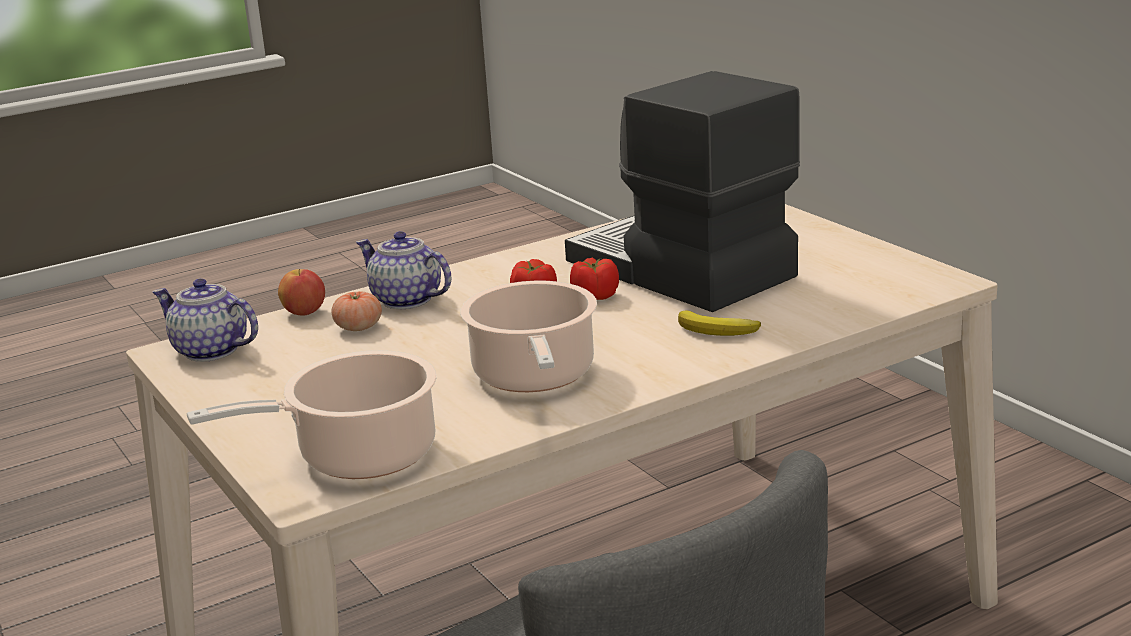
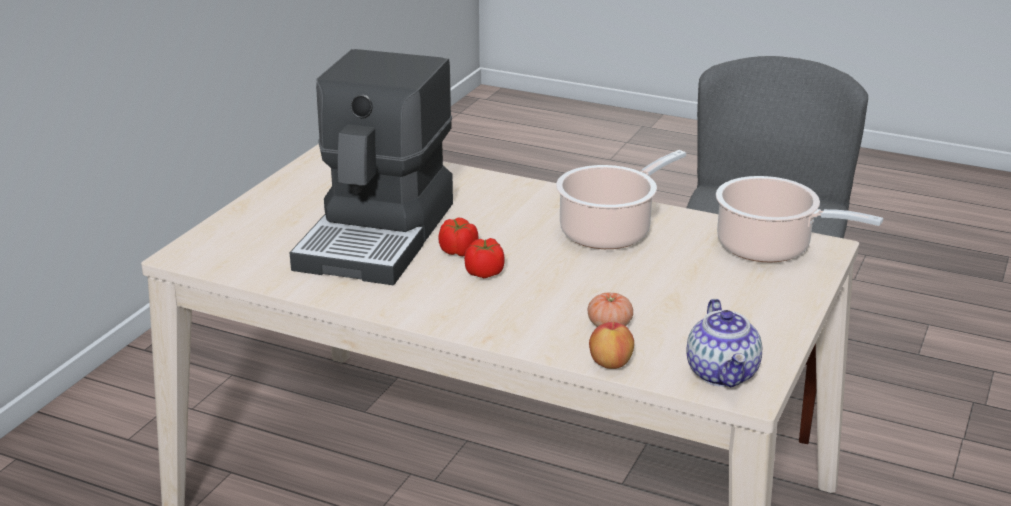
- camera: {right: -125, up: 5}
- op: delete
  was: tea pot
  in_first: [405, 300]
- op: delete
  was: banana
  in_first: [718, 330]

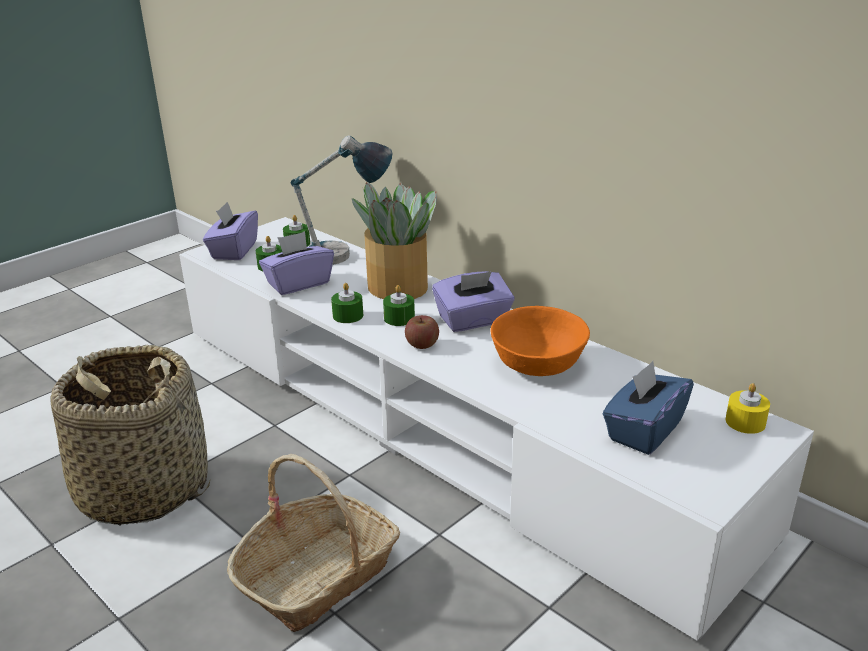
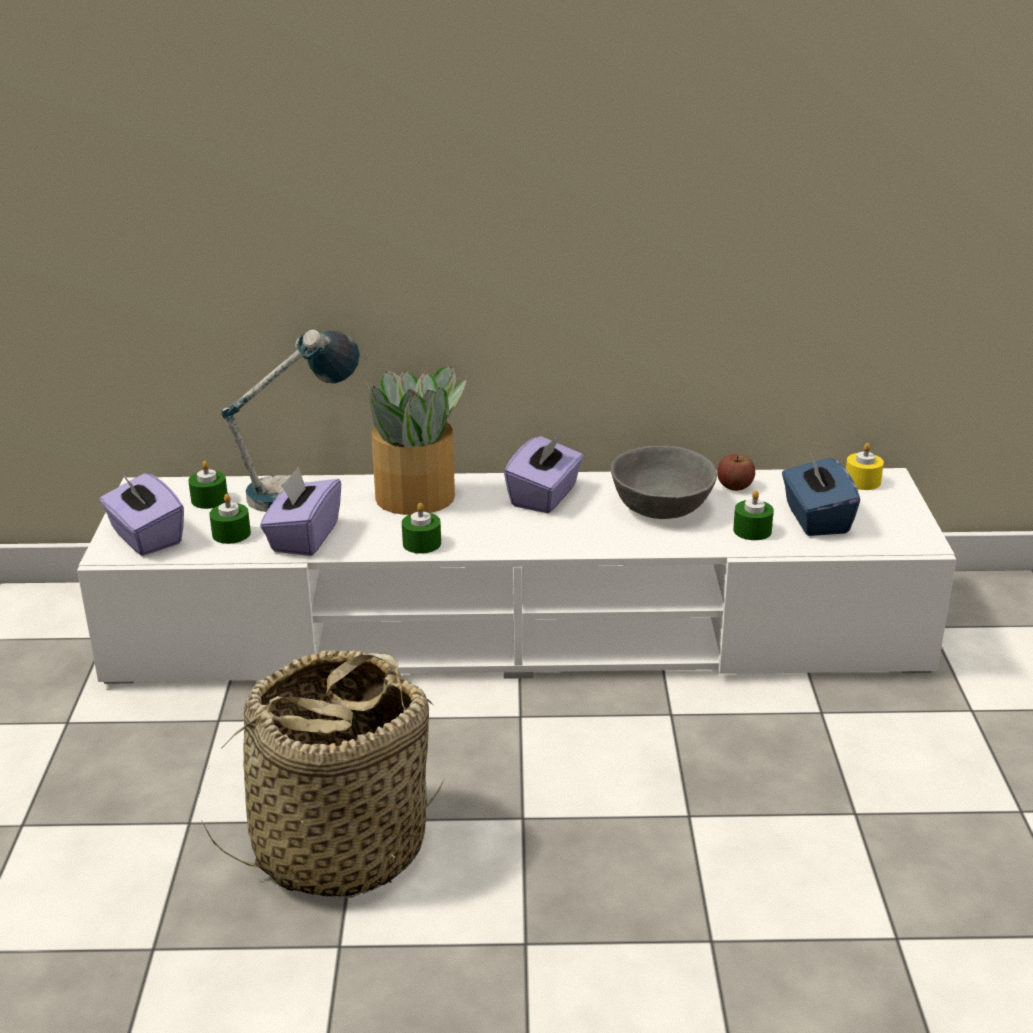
- camera: {right: -45, up: 0}
- op: delete
  was: household basket
  in_first: [318, 575]
- op: move
  was: green candle
  in_first: [399, 318]
  in_second: [752, 530]
- op: move
  was: whole apple
  in_first: [422, 344]
  in_second: [735, 486]
- op: recolor
  was: orangey bowl
  now: greyish bowl
  in_first: [538, 364]
  in_second: [662, 507]

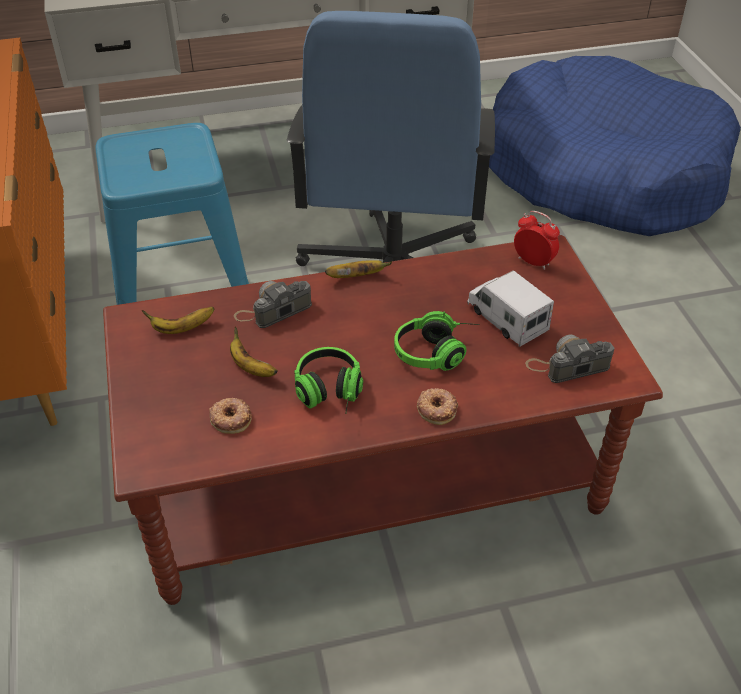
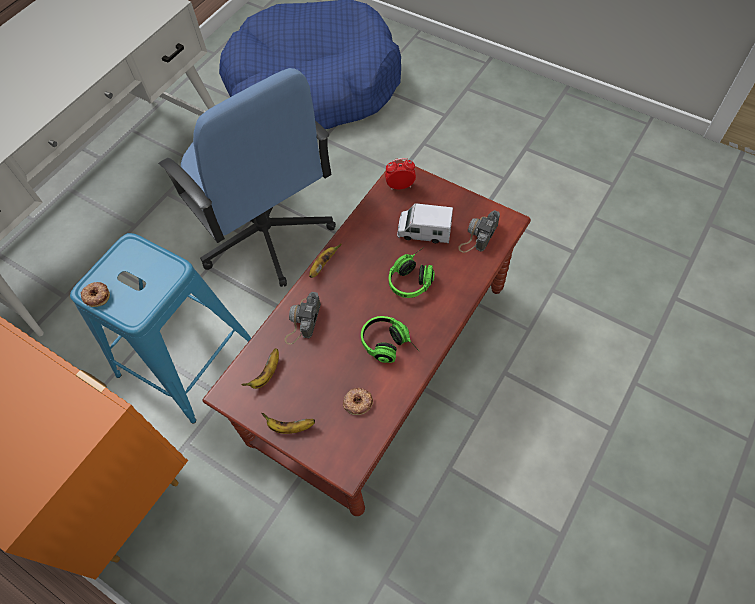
- camera: {right: -40, up: 15}
- op: move
  was: banana
  in_first: [251, 367]
  in_second: [290, 427]
- op: move
  was: ring doughnut
  in_first: [437, 409]
  in_second: [96, 295]

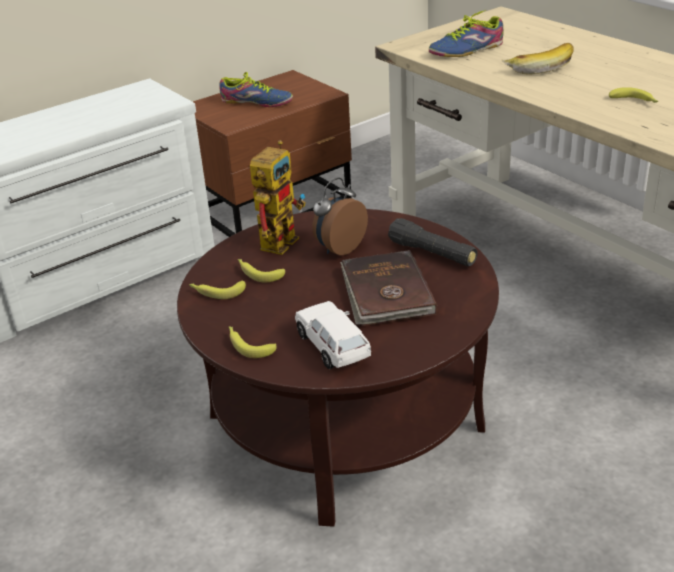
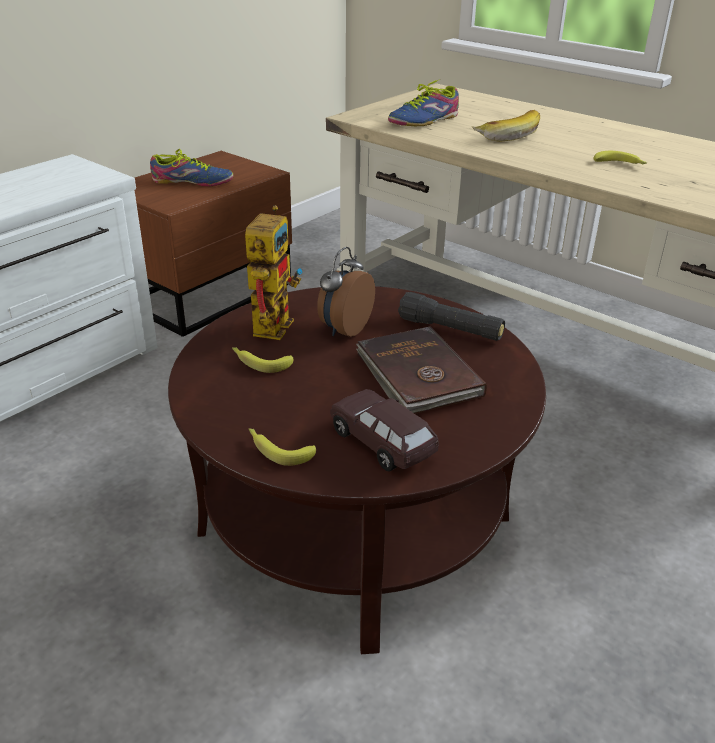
- camera: {right: -15, up: 0}
- op: delete
  was: banana
  in_first: [217, 292]
- op: recolor
  was: white model car
  now: brownish model car
  in_first: [333, 347]
  in_second: [382, 443]

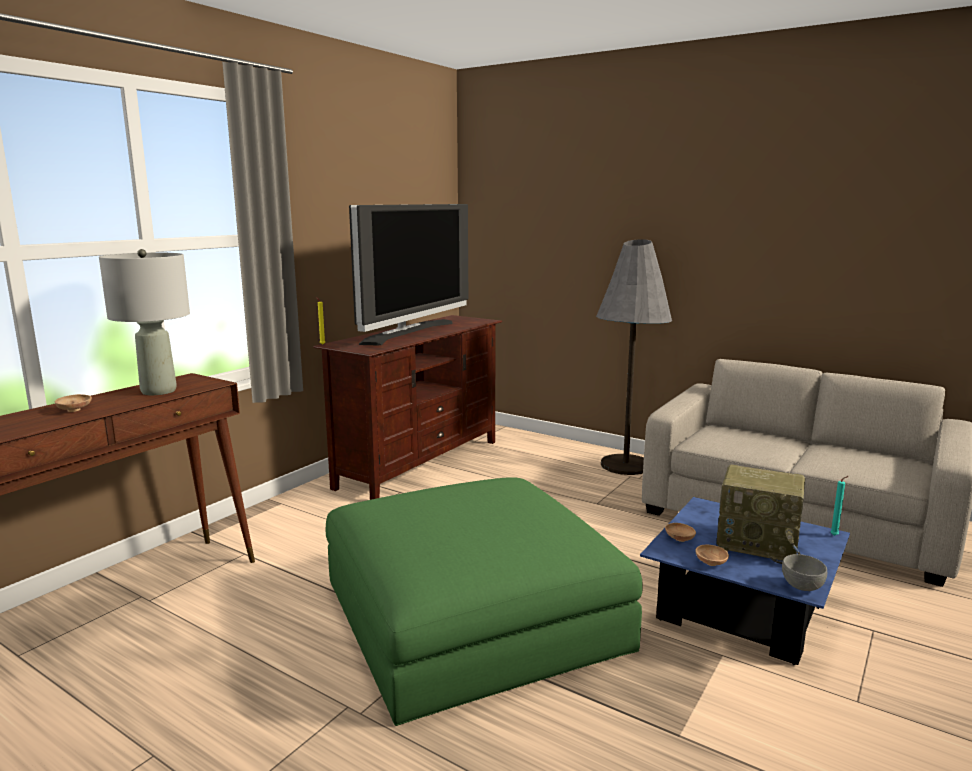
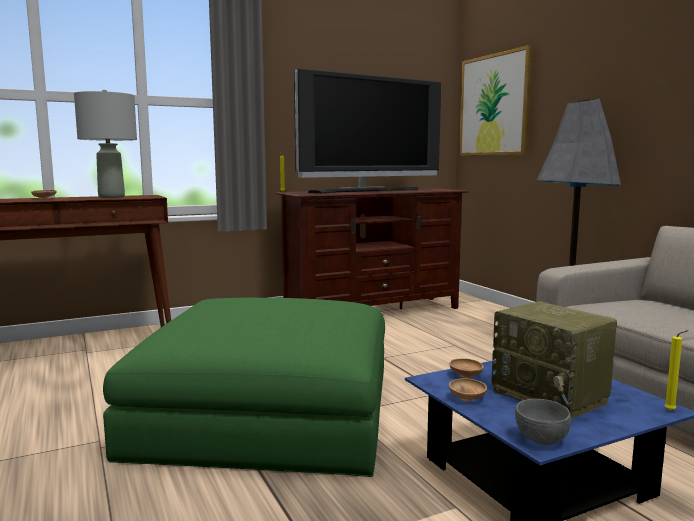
- camera: {right: 30, up: -5}
- op: insert
  now: wall art
  in_second: [494, 105]
- op: recolor
  was: blue-green candle
  now: yellow candle
  in_first: [835, 535]
  in_second: [671, 411]

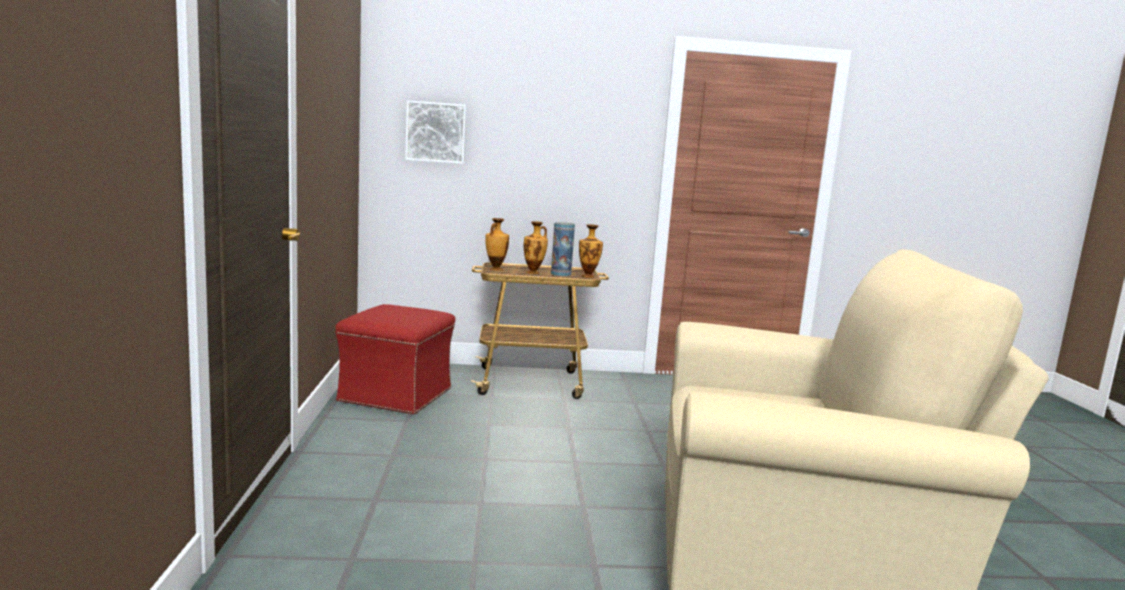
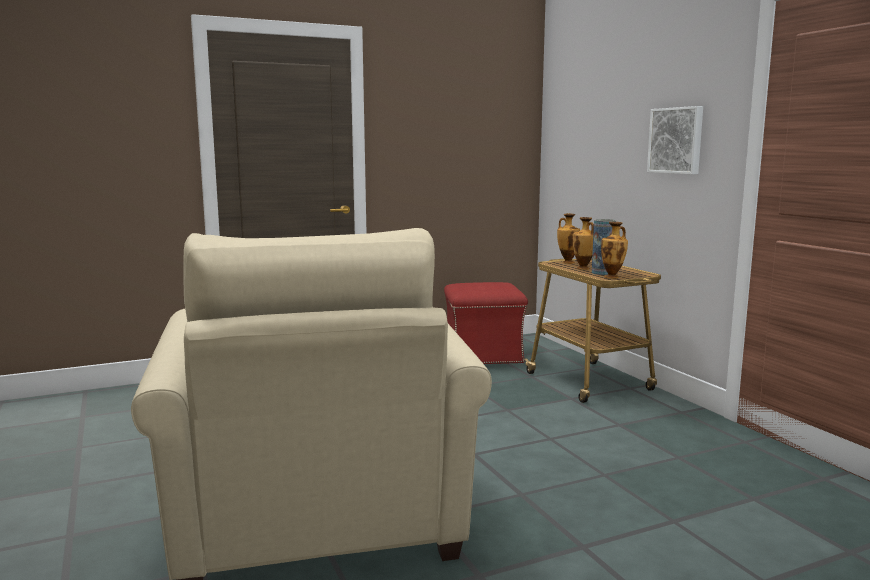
- camera: {right: 70, up: 0}
- op: move
  was: wall art
  in_first: [436, 132]
  in_second: [676, 140]

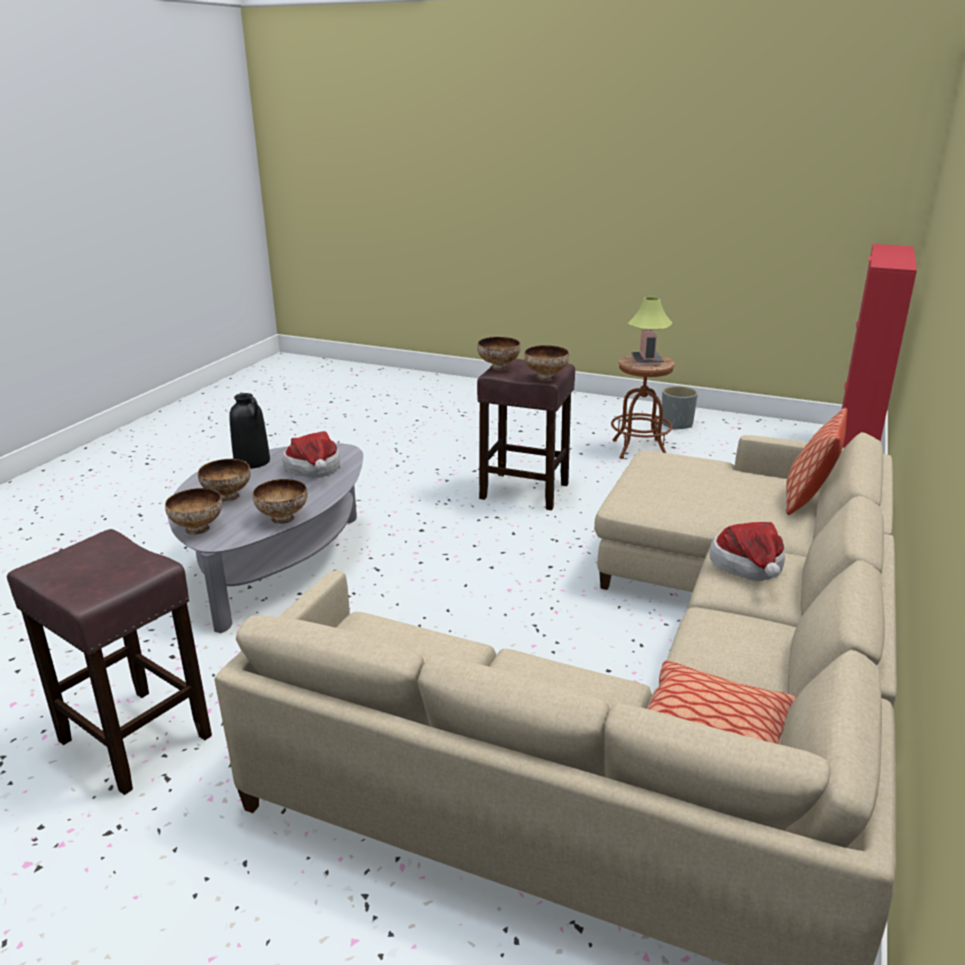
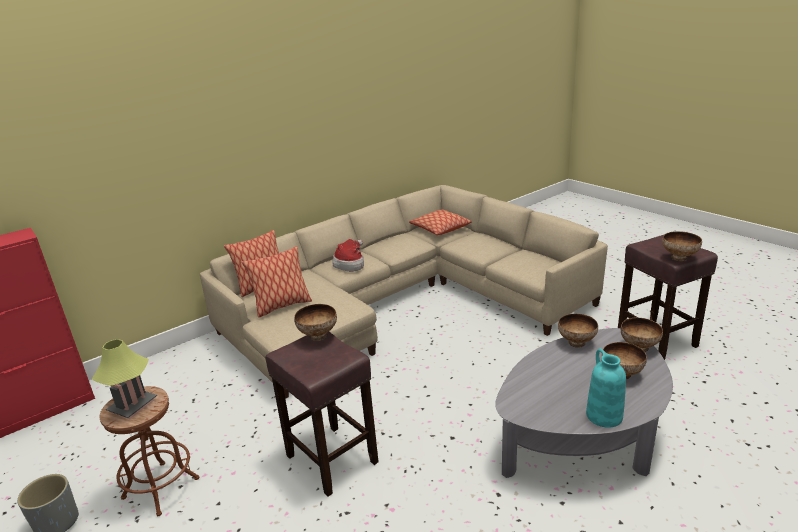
- camera: {right: -150, up: 0}
- op: delete
  was: wearable hat
  in_first: [314, 470]
- op: insert
  now: pillow
  in_second: [282, 306]
- op: move
  was: bowl
  in_first: [498, 368]
  in_second: [679, 258]
- op: recolor
  was: black flower vase
  now: blue-green flower vase
  in_first: [253, 461]
  in_second: [603, 415]

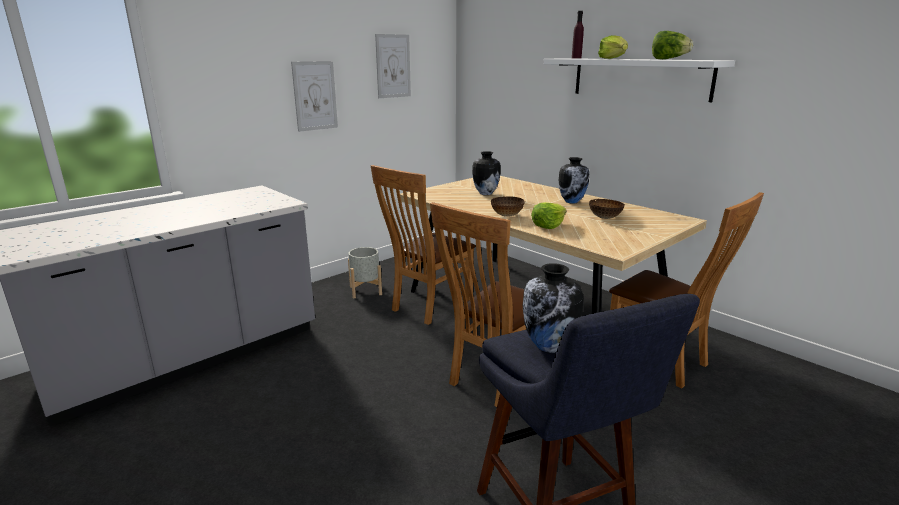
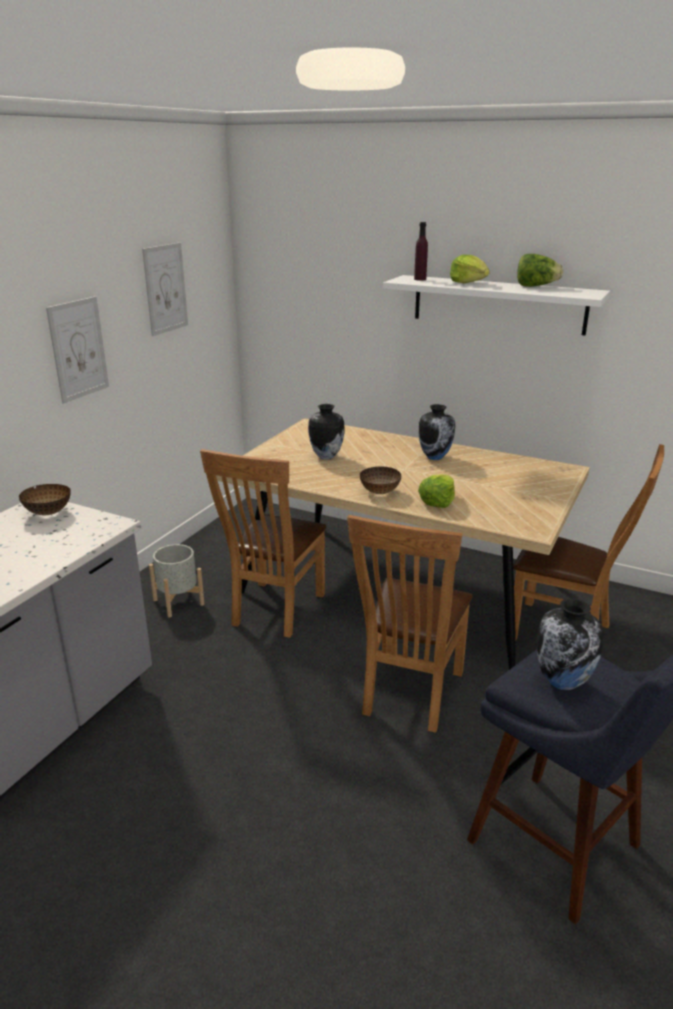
- camera: {right: -20, up: 5}
- op: move
  was: bowl
  in_first: [605, 218]
  in_second: [49, 513]

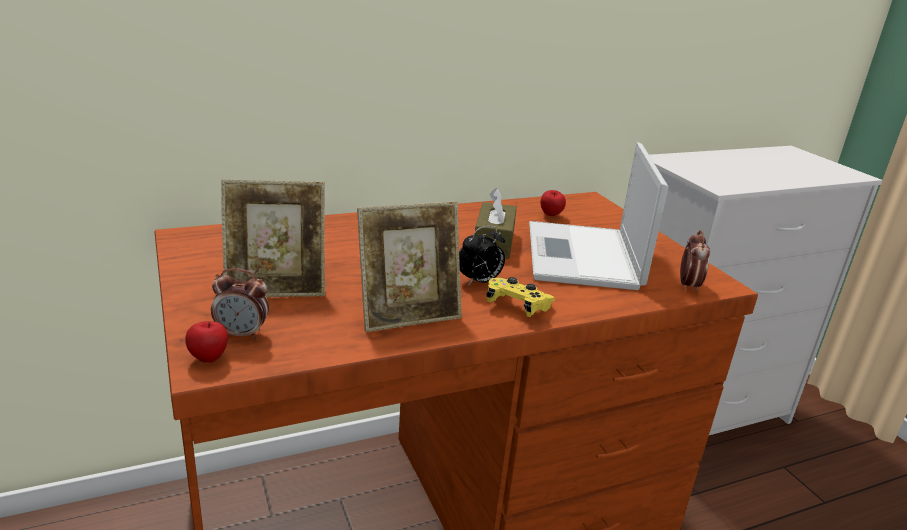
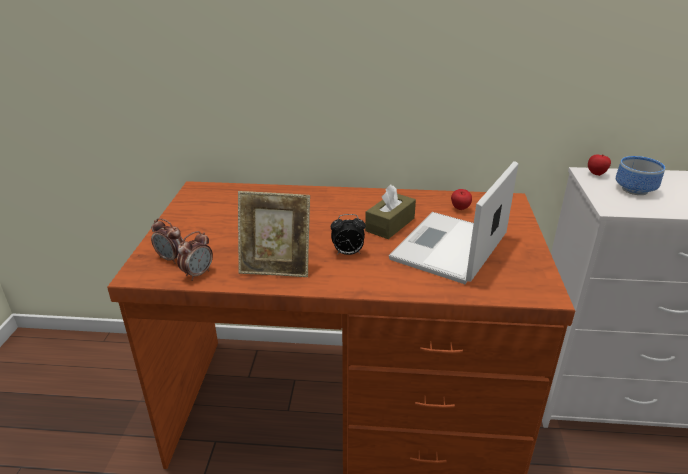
- camera: {right: 30, up: 5}
- op: delete
  was: standing frame
  in_first: [276, 288]
- op: delete
  was: yellow game controller
  in_first: [517, 306]
- op: insert
  now: bowl
  in_second: [634, 189]
- op: move
  was: whole apple
  in_first: [209, 358]
  in_second: [596, 174]
- op: move
  was: alarm clock
  in_first: [688, 286]
  in_second: [198, 274]

